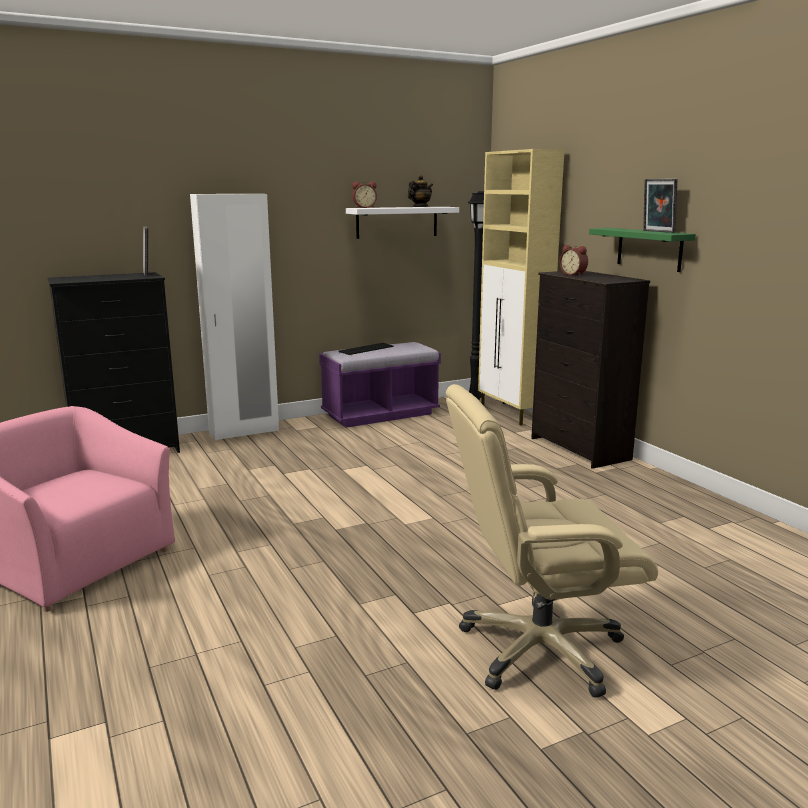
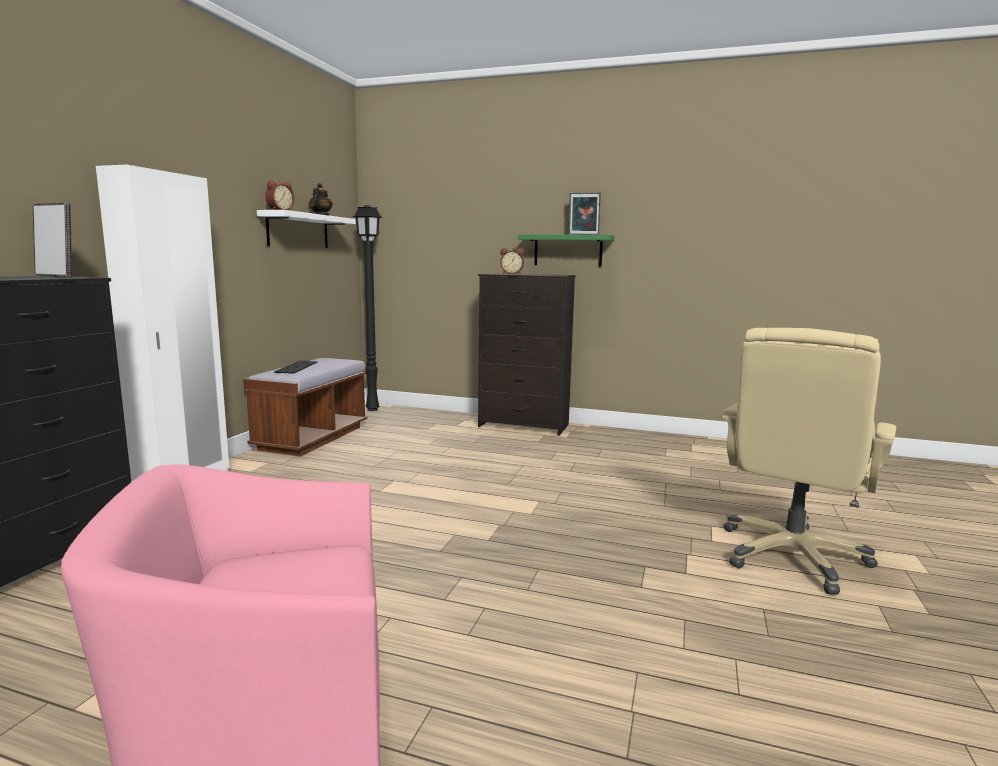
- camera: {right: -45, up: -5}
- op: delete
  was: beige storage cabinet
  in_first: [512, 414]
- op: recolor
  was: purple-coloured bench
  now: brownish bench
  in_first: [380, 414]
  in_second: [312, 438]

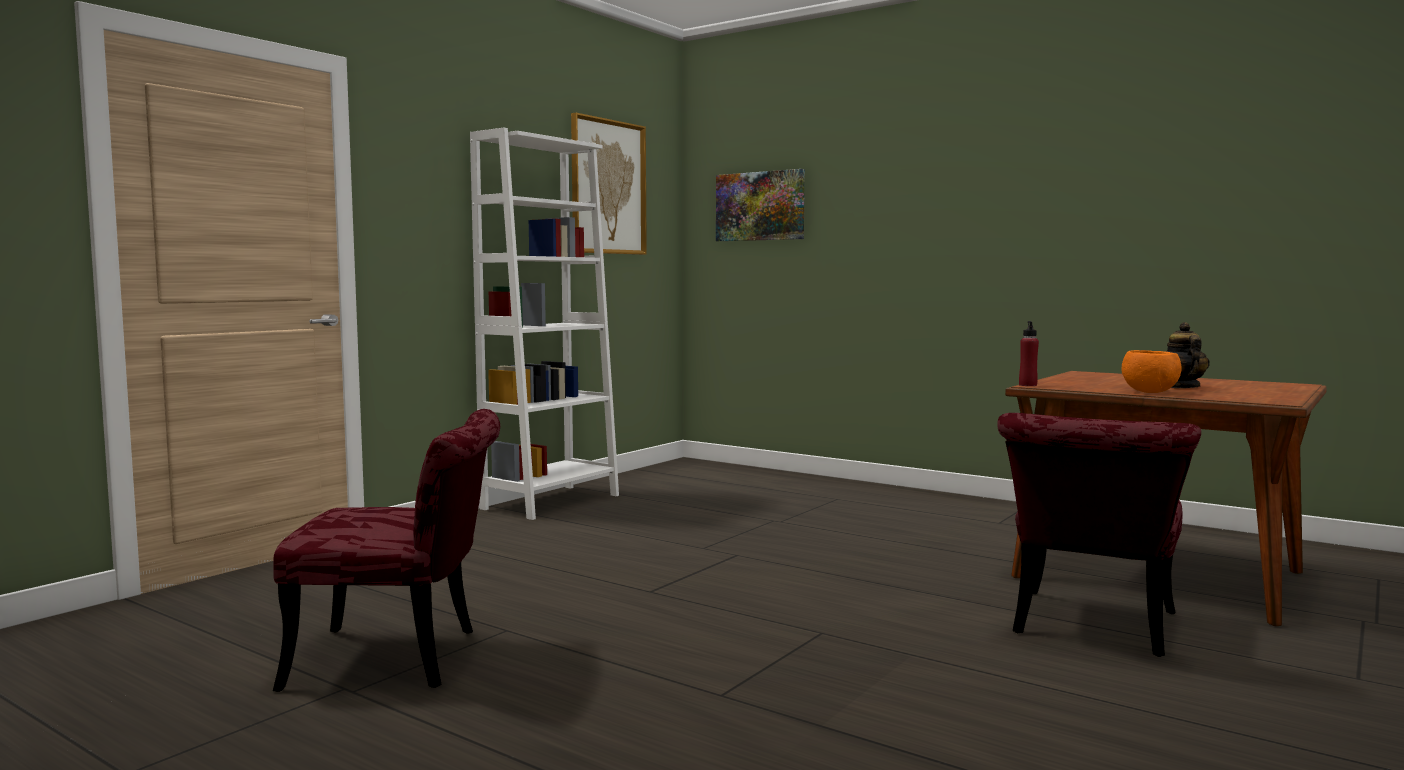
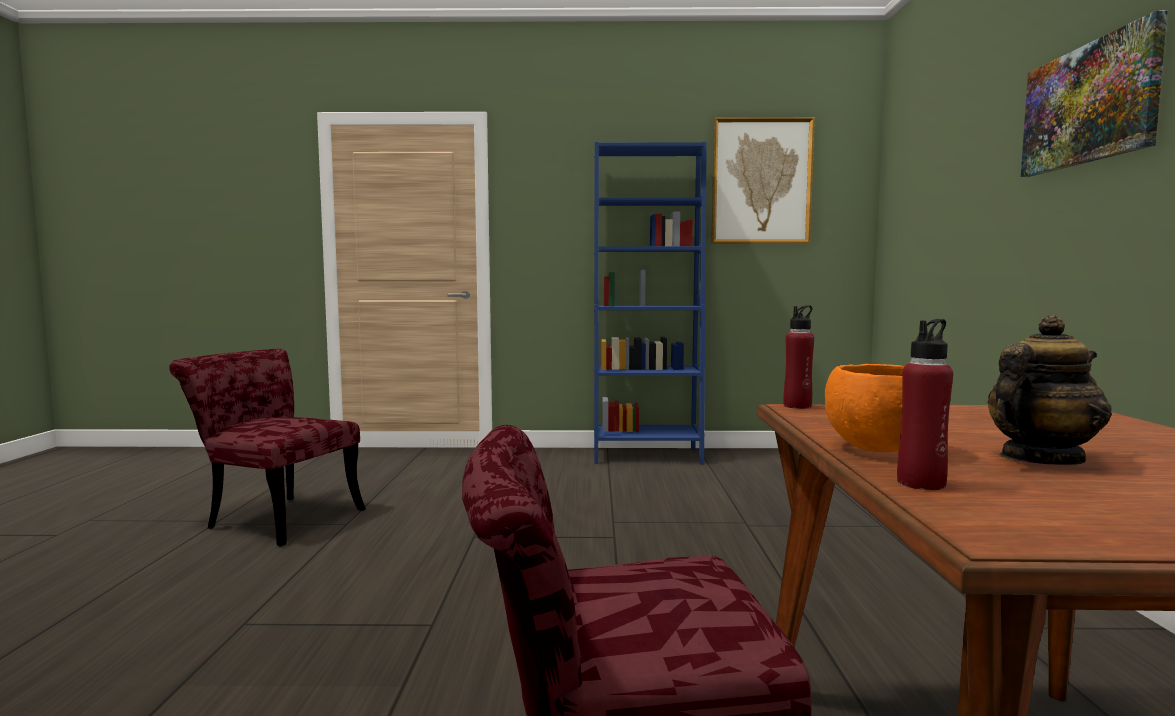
- camera: {right: 55, up: 0}
- op: insert
  now: red-coloured drink bottle
  in_second: [921, 483]
- op: move
  was: wall art
  in_first: [760, 206]
  in_second: [1089, 104]
- op: recolor
  was: white bookcase
  now: blue bookcase
  in_first: [551, 502]
  in_second: [646, 456]
- op: rotate
  was: red-coloured chair
  in_first: [404, 658]
  in_second: [276, 517]
  clockwise: 150

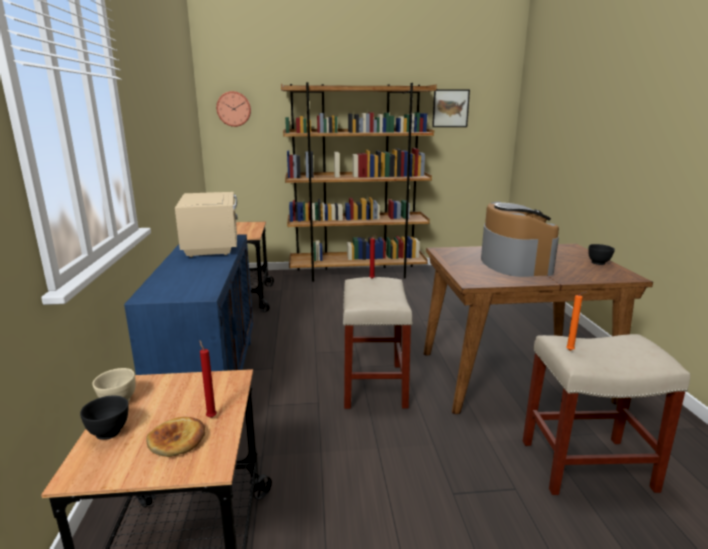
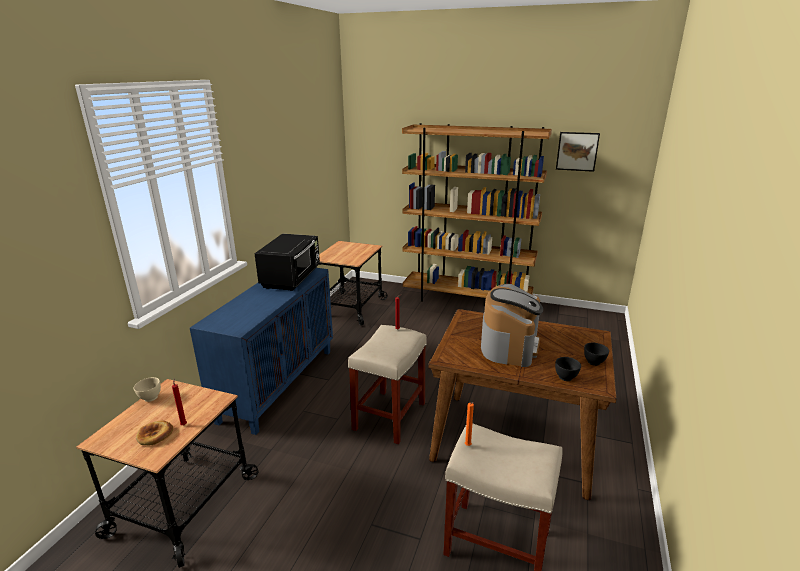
- camera: {right: 25, up: 5}
- op: delete
  was: wall clock
  in_first: [234, 109]
- op: move
  was: black bowl
  in_first: [109, 433]
  in_second: [566, 378]
- op: recolor
  was: beige kitchen microwave
  now: black kitchen microwave
  in_first: [212, 245]
  in_second: [292, 278]

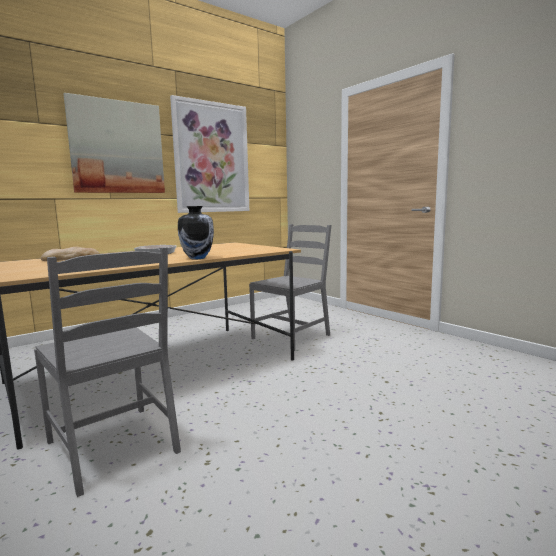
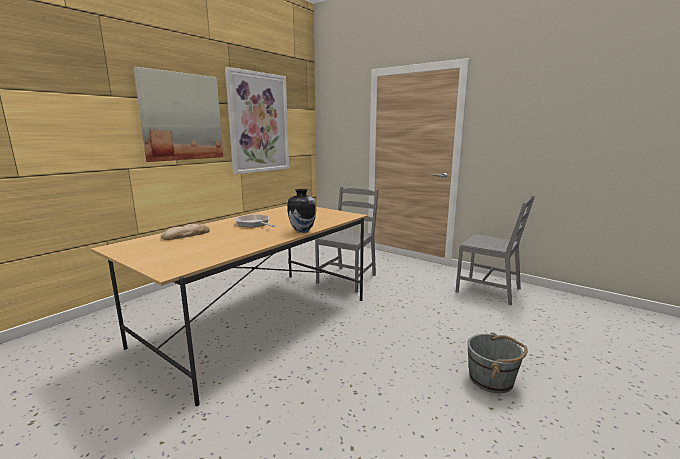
- camera: {right: -15, up: 5}
- op: insert
  now: greyish water bucket
  in_second: [492, 379]
- op: move
  was: greyish chair
  in_first: [114, 446]
  in_second: [489, 290]

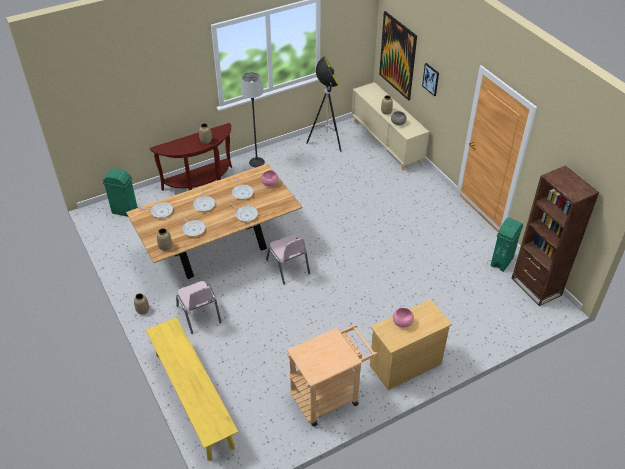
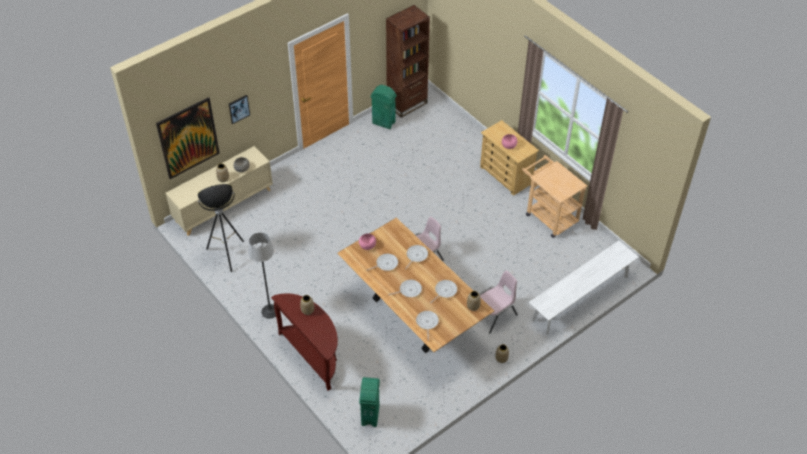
- camera: {right: -100, up: 5}
- op: recolor
  was: yellow bench
  now: white bench
  in_first: [193, 399]
  in_second: [580, 298]

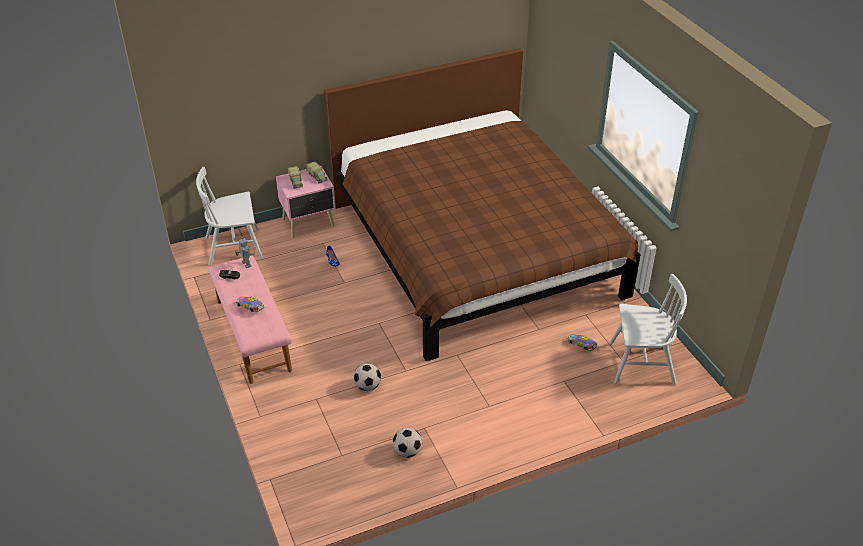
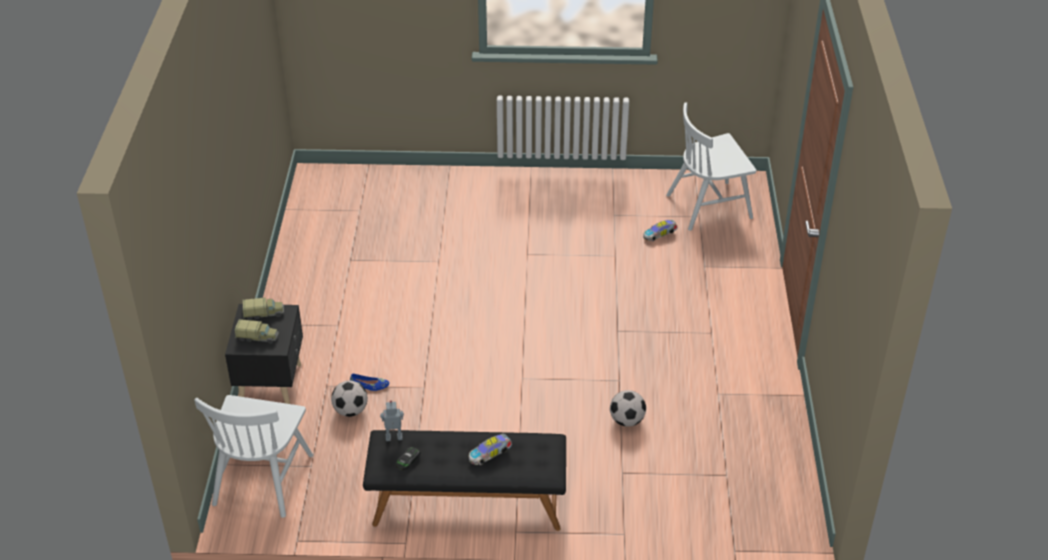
- camera: {right: -65, up: 0}
- op: delete
  was: brownish bed
  in_first: [474, 250]
- op: move
  was: football ball
  in_first: [407, 452]
  in_second: [350, 411]
- op: recolor
  was: pinkish bench
  now: black bench
  in_first: [252, 335]
  in_second: [467, 505]
- op: recolor
  was: pinkish bedside table
  now: black bedside table
  in_first: [309, 223]
  in_second: [273, 387]
- op: rotate
  was: white chair
  in_first: [641, 363]
  in_second: [709, 206]
  clockwise: -135

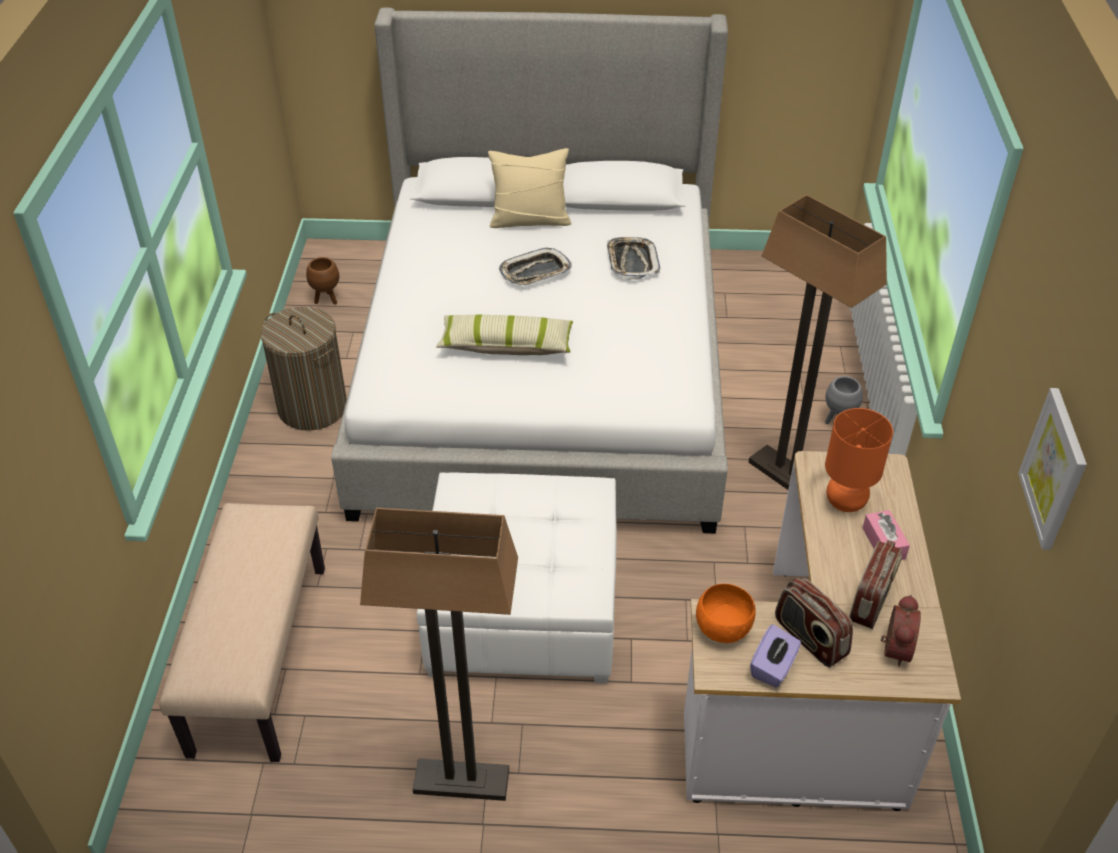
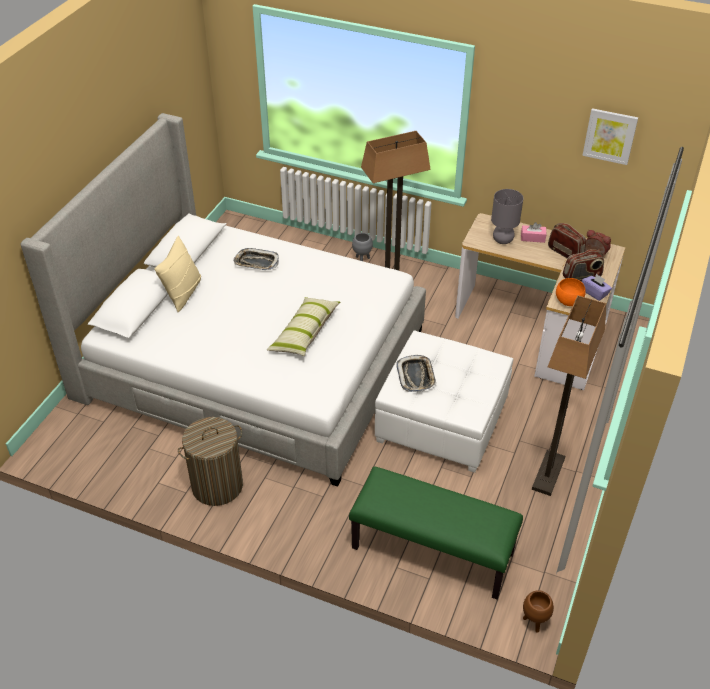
- camera: {right: -70, up: 0}
- op: move
  was: brownish plant pot
  in_first: [326, 300]
  in_second: [534, 622]
- op: move
  was: carrying tray
  in_first: [535, 272]
  in_second: [416, 376]
- op: recolor
  was: beige bench
  now: green bench
  in_first: [258, 657]
  in_second: [431, 551]
- op: recolor
  was: orangey lamp for a table
  now: greyish lamp for a table
  in_first: [845, 501]
  in_second: [502, 240]

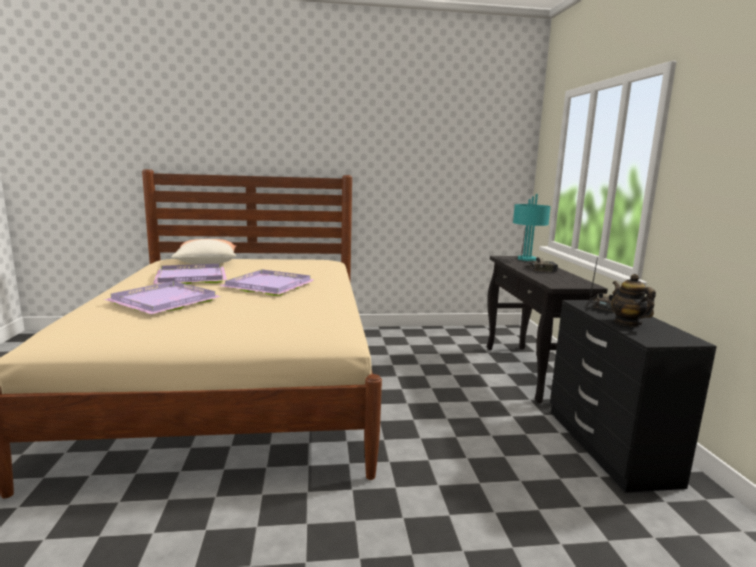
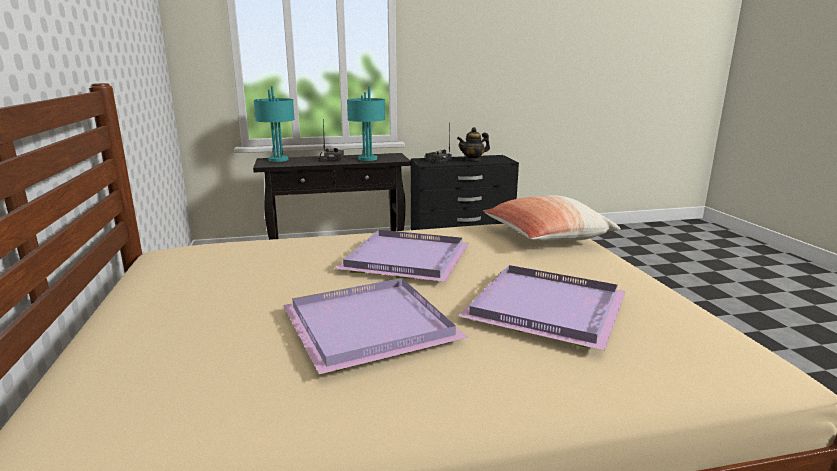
- camera: {right: -95, up: 5}
- op: insert
  now: blue-green lamp for a table
  in_second: [367, 159]
- op: move
  was: pillow
  in_first: [206, 262]
  in_second: [546, 237]

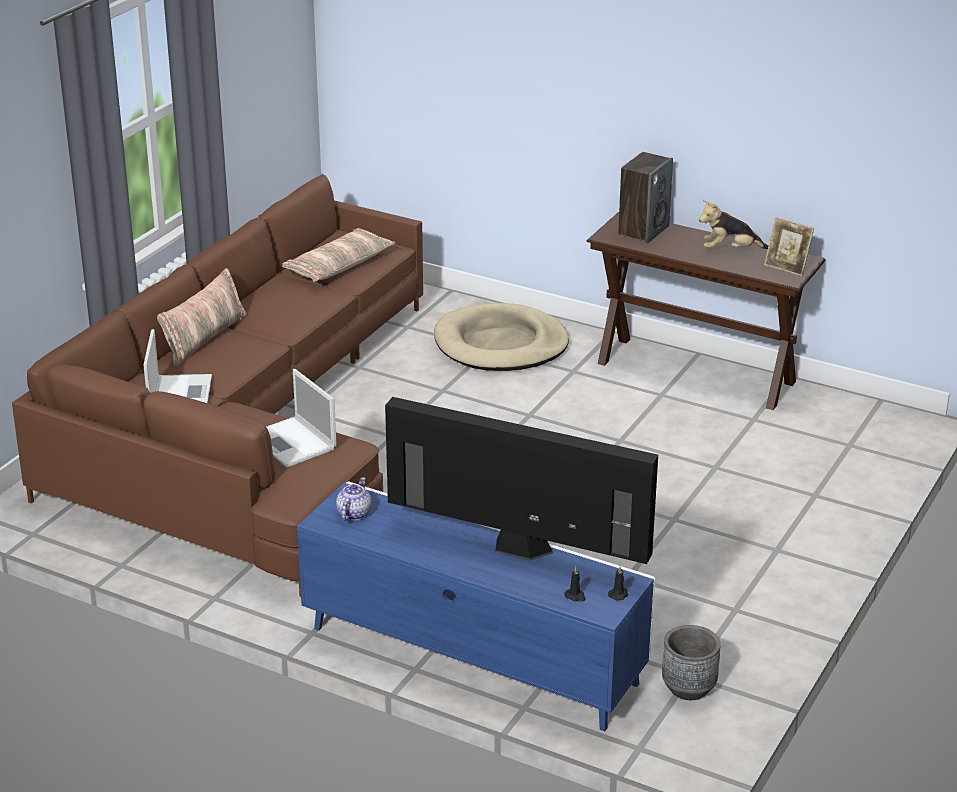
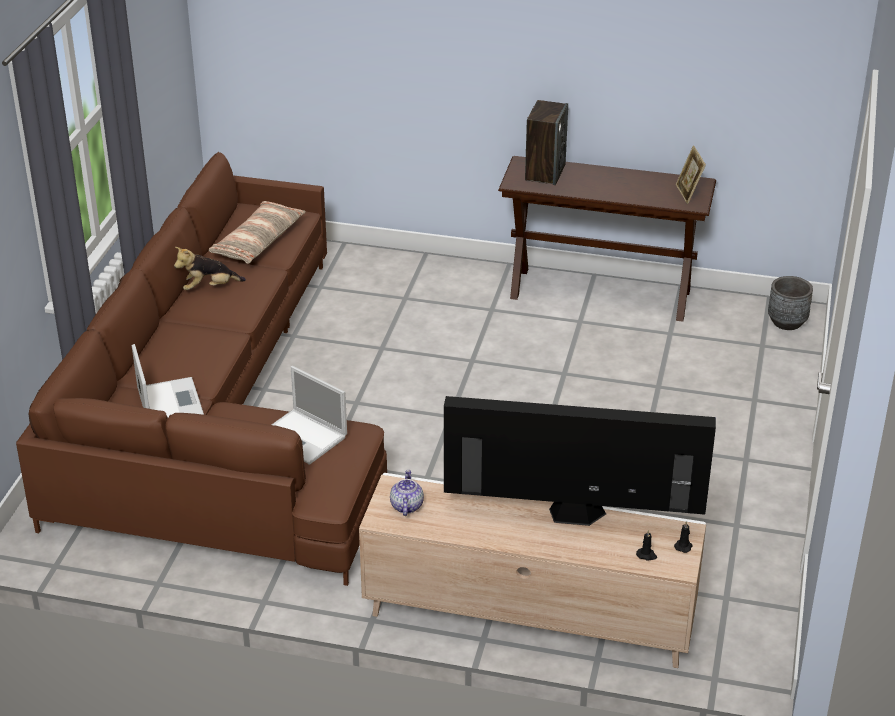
- camera: {right: -15, up: 5}
- op: delete
  was: pillow
  in_first: [204, 338]
- op: delete
  was: beige dog cushion
  in_first: [500, 344]
- op: move
  was: greyish plant pot
  in_first: [688, 688]
  in_second: [786, 322]
- op: move
  was: soft toy
  in_first: [729, 250]
  in_second: [209, 287]
- op: recolor
  was: blue media console
  now: beige media console
  in_first: [473, 656]
  in_second: [529, 616]
- op: rotate
  was: standing frame
  in_first: [786, 268]
  in_second: [688, 194]
  clockwise: 60

